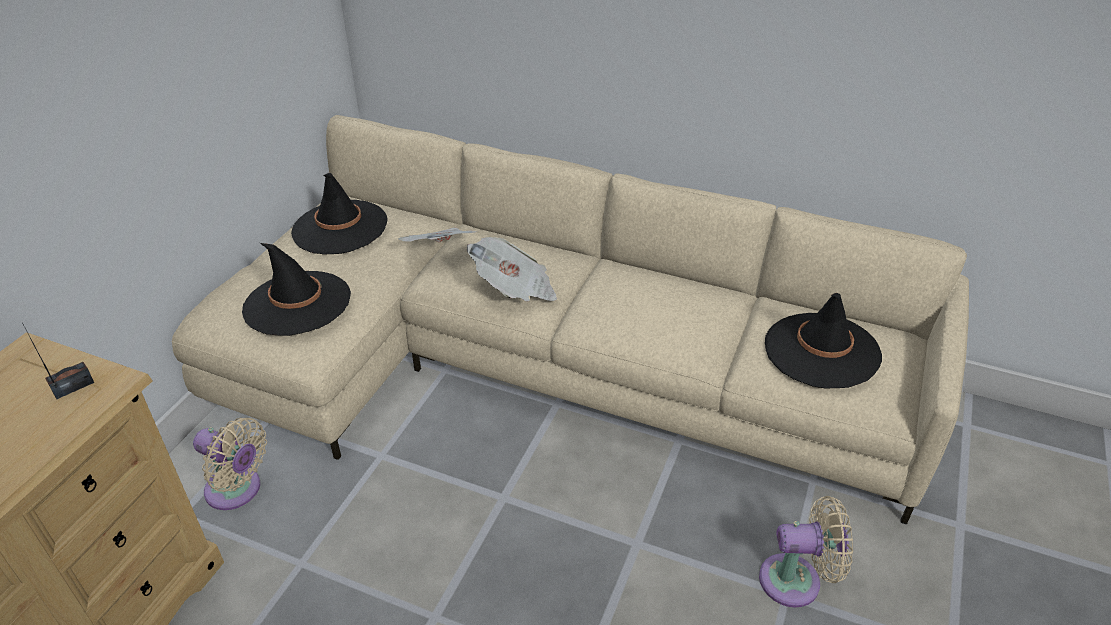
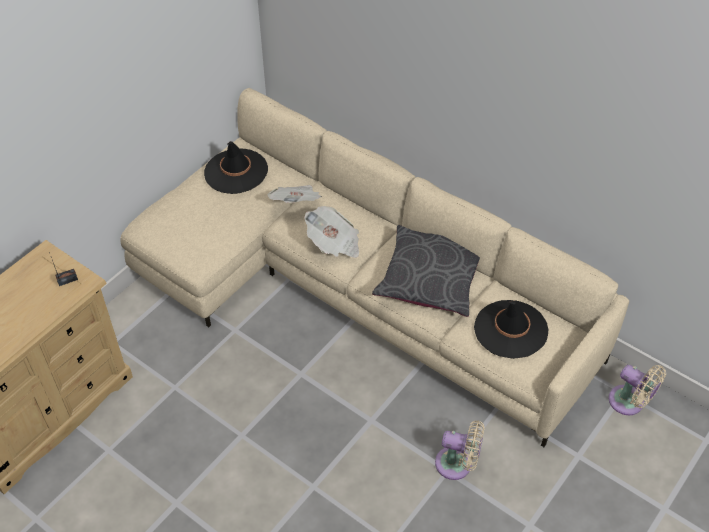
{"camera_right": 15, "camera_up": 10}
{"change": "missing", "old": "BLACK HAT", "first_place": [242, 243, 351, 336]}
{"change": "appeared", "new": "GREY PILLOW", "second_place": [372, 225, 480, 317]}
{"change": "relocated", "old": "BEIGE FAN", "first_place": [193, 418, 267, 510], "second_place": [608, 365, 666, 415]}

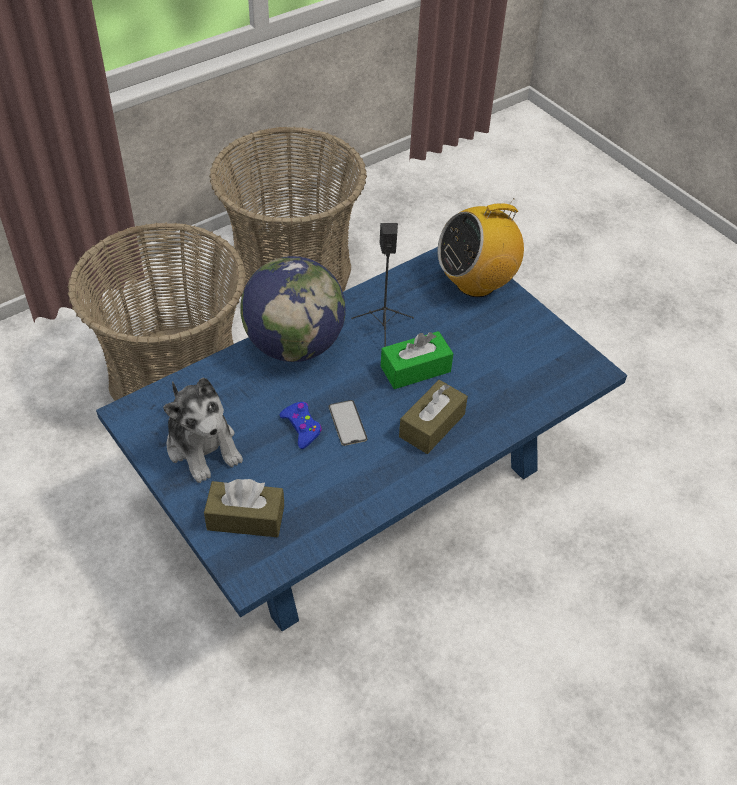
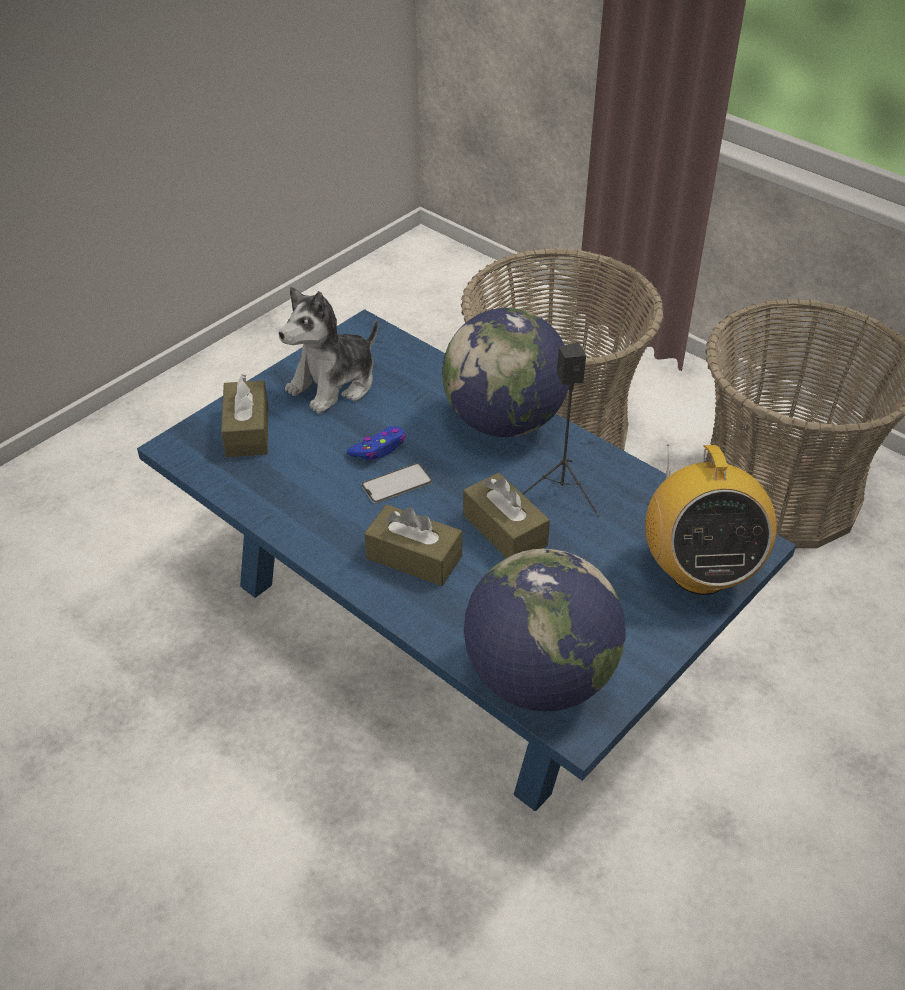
{"camera_right": 80, "camera_up": -5}
{"change": "appeared", "new": "GLOBE", "second_place": [464, 549, 625, 711]}
{"change": "colour", "old": "GREEN TISSUE BOX", "new": "BROWN TISSUE BOX", "first_place": [381, 331, 453, 389], "second_place": [463, 473, 550, 558]}
{"change": "spun", "old": "RADIO", "first_place": [438, 198, 524, 297], "second_place": [645, 445, 777, 595], "degrees": -150}

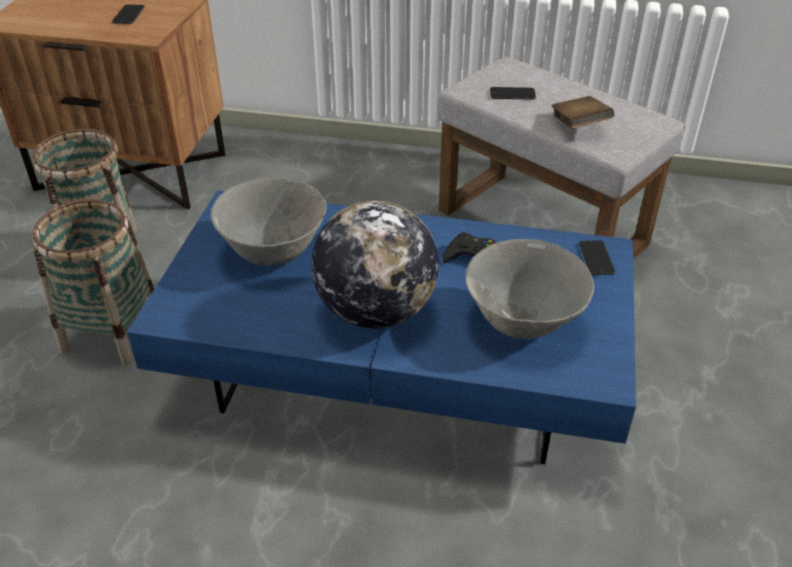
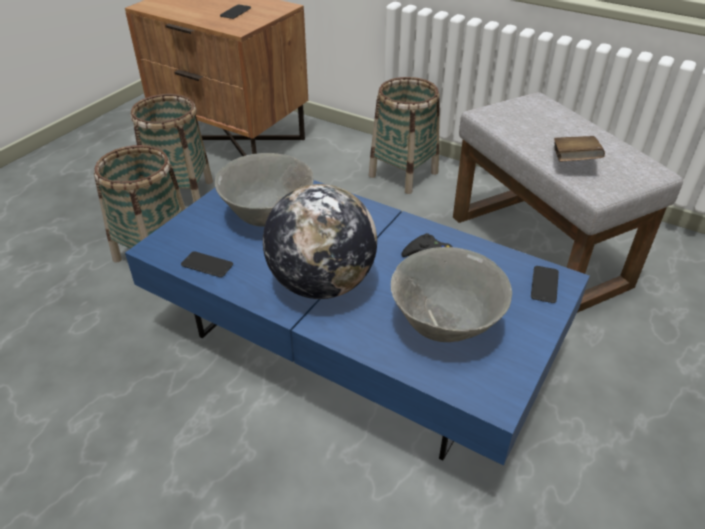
{"camera_right": 20, "camera_up": 0}
{"change": "appeared", "new": "BASKET", "second_place": [369, 77, 440, 194]}
{"change": "relocated", "old": "PHONE", "first_place": [490, 87, 536, 100], "second_place": [181, 251, 233, 277]}

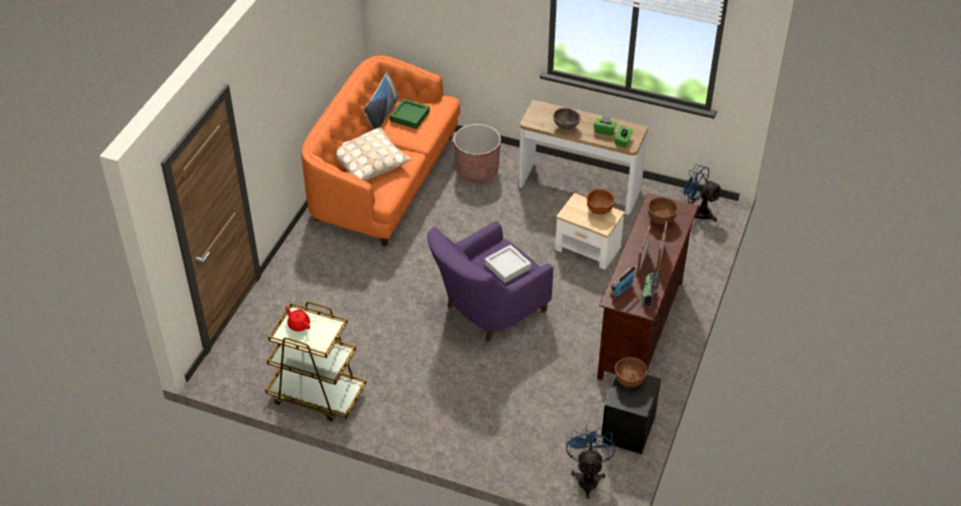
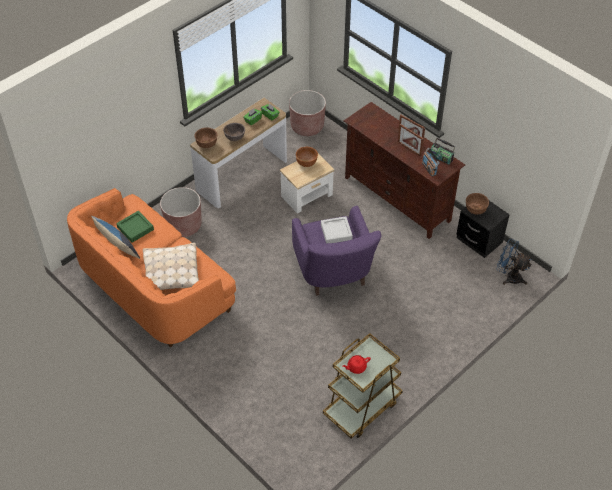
{"camera_right": -65, "camera_up": 5}
{"change": "relocated", "old": "BROWN BOWL", "first_place": [648, 197, 679, 225], "second_place": [194, 128, 217, 148]}
{"change": "exchanged", "old": "BLUE FAN", "new": "BROWN PLANTER", "first_place": [680, 164, 722, 222], "second_place": [289, 90, 326, 136]}

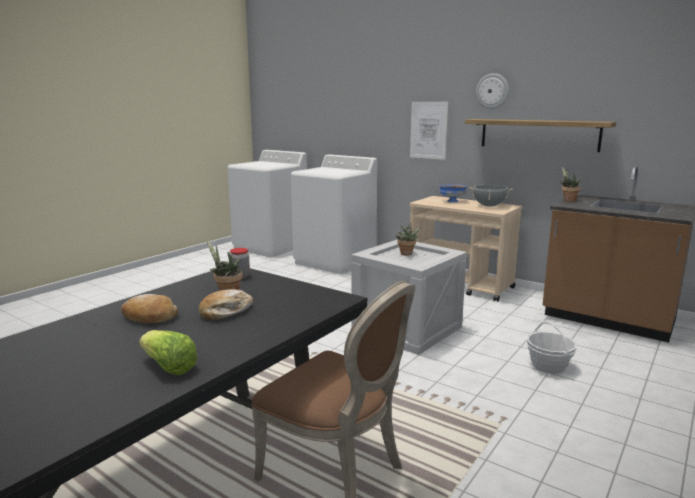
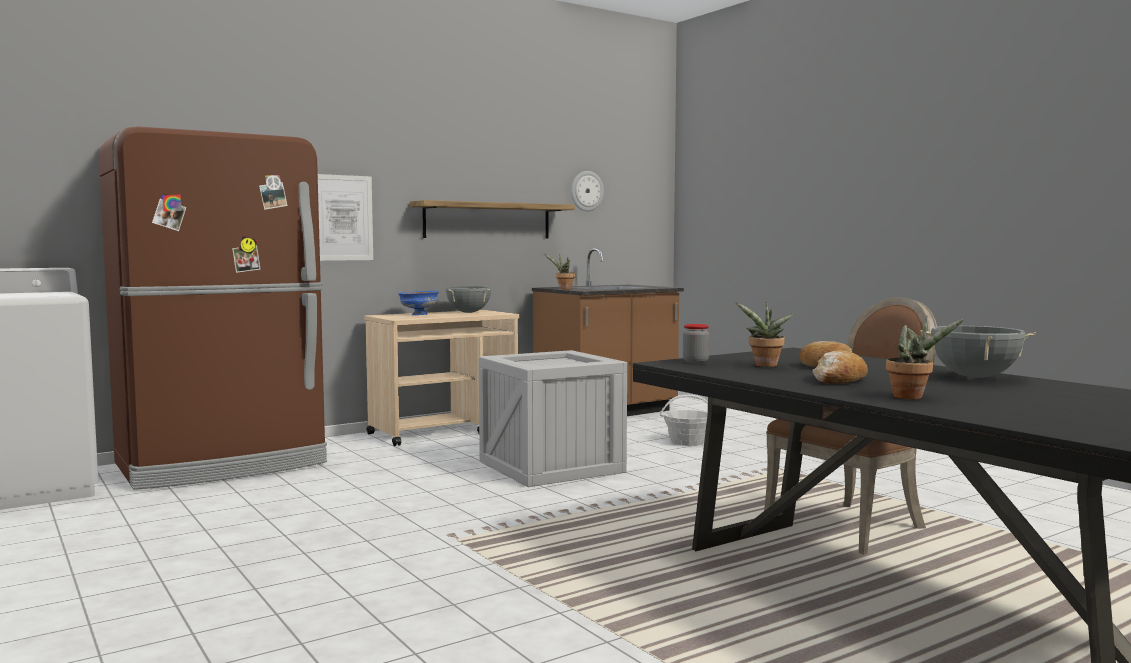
{"camera_right": -70, "camera_up": -10}
{"change": "relocated", "old": "POTTED PLANT", "first_place": [396, 222, 421, 255], "second_place": [886, 316, 964, 399]}
{"change": "relocated", "old": "WALL CLOCK", "first_place": [476, 73, 509, 109], "second_place": [571, 171, 604, 211]}
{"change": "exchanged", "old": "LETTUCE", "new": "GREY COOKING POT", "first_place": [139, 330, 198, 375], "second_place": [921, 326, 1036, 378]}
{"change": "exchanged", "old": "WHITE WASHING MACHINE", "new": "BROWN FRIDGE", "first_place": [291, 154, 377, 274], "second_place": [99, 126, 327, 490]}

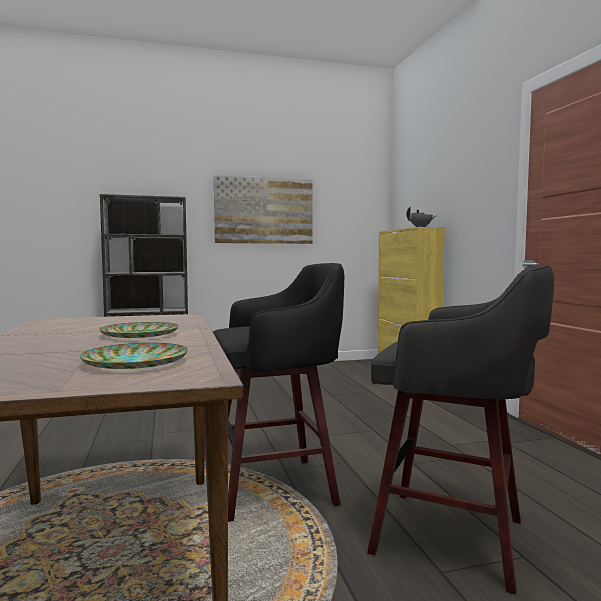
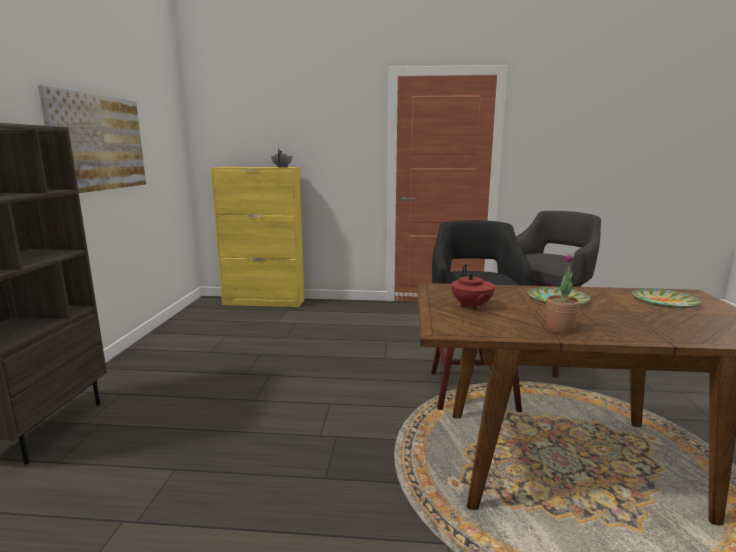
{"camera_right": -70, "camera_up": 10}
{"change": "appeared", "new": "RED TEAPOT", "second_place": [451, 264, 495, 310]}
{"change": "appeared", "new": "POTTED PLANT", "second_place": [546, 253, 580, 333]}

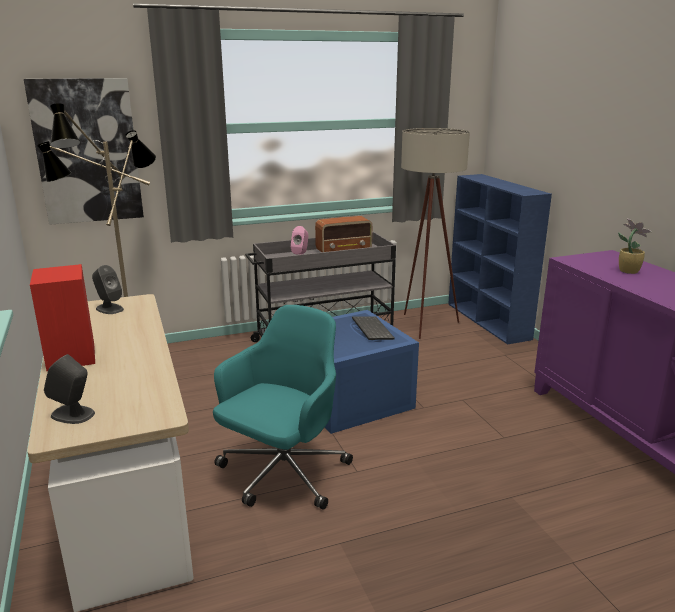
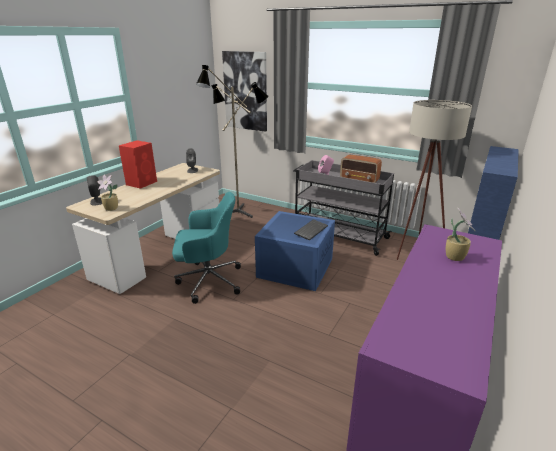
{"camera_right": 50, "camera_up": 5}
{"change": "appeared", "new": "POTTED PLANT", "second_place": [97, 174, 118, 211]}

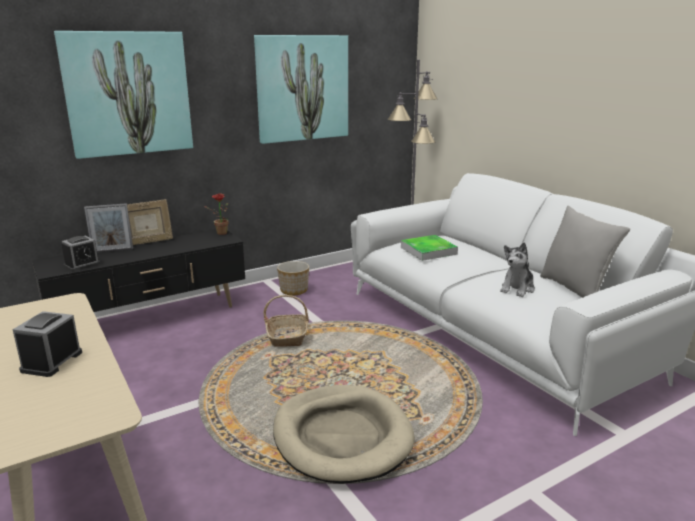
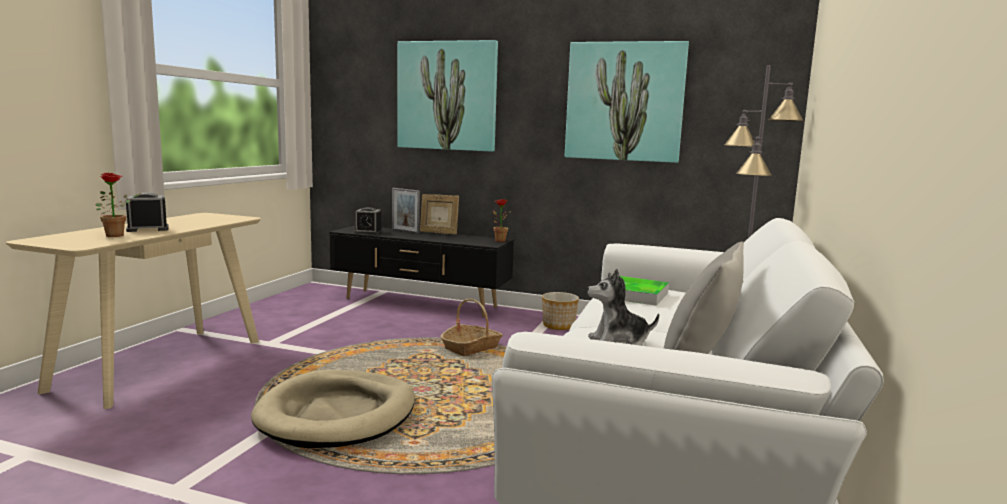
{"camera_right": 50, "camera_up": -10}
{"change": "appeared", "new": "POTTED PLANT", "second_place": [96, 172, 141, 237]}

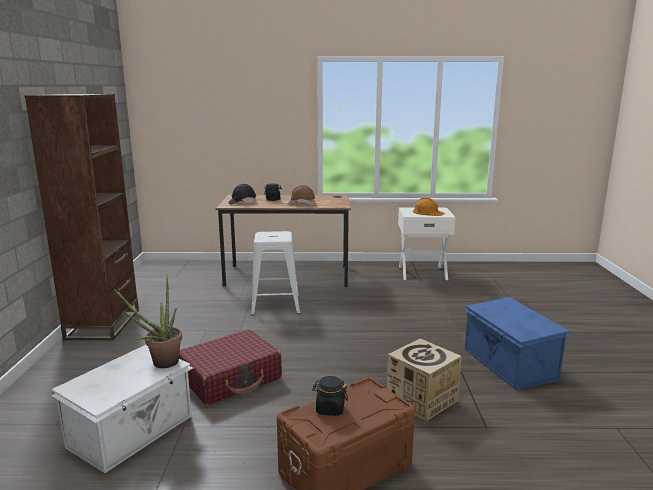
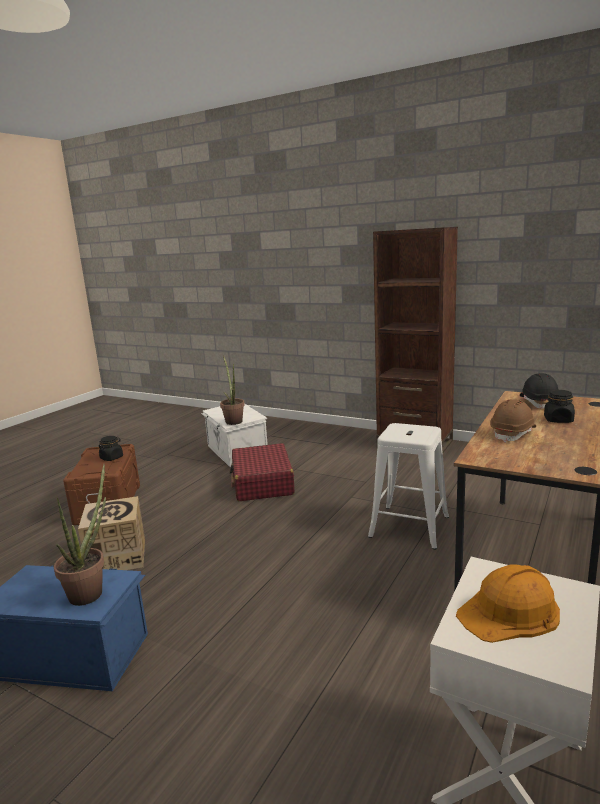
{"camera_right": 120, "camera_up": 0}
{"change": "appeared", "new": "POTTED PLANT", "second_place": [54, 463, 106, 606]}

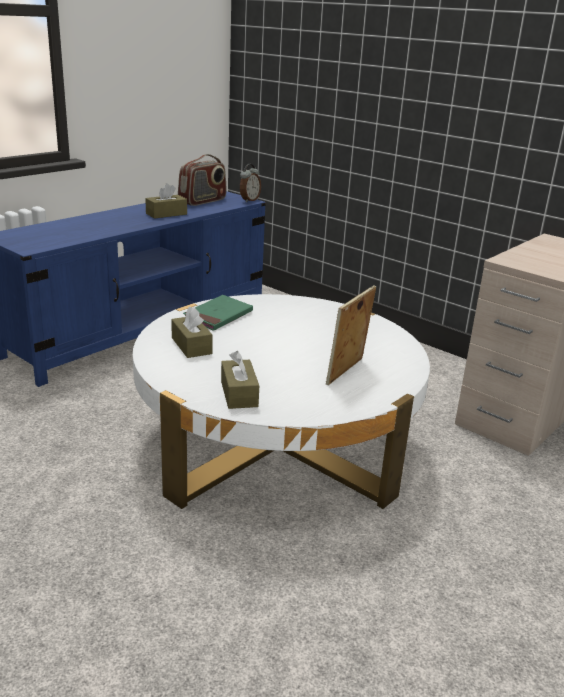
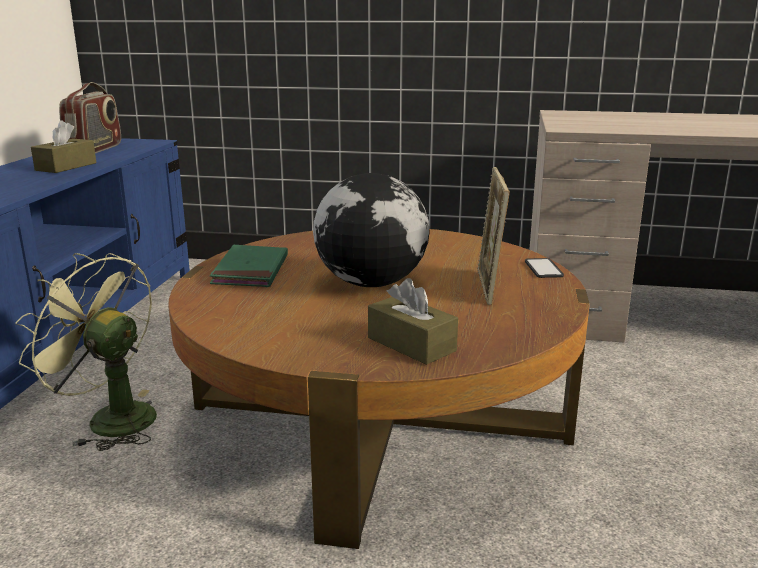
{"camera_right": -30, "camera_up": -5}
{"change": "missing", "old": "BROWN TISSUE BOX", "first_place": [171, 307, 213, 358]}
{"change": "missing", "old": "ALARM CLOCK", "first_place": [240, 164, 261, 203]}
{"change": "appeared", "new": "GREEN FAN", "second_place": [15, 253, 157, 451]}
{"change": "appeared", "new": "GLOBE", "second_place": [313, 173, 430, 287]}
{"change": "appeared", "new": "PHONE", "second_place": [525, 258, 564, 278]}
{"change": "colour", "old": "WHITE COFFEE TABLE", "new": "BROWN COFFEE TABLE", "first_place": [133, 294, 430, 509], "second_place": [168, 229, 590, 549]}

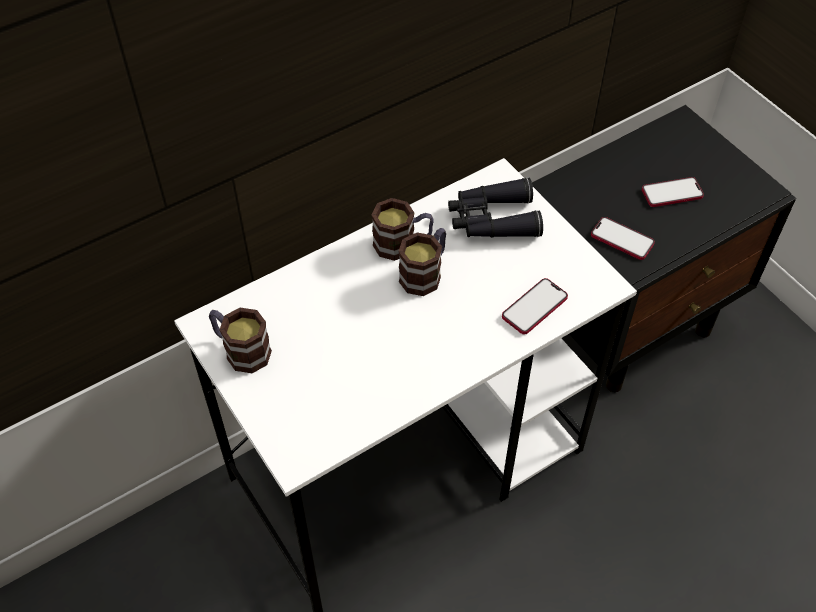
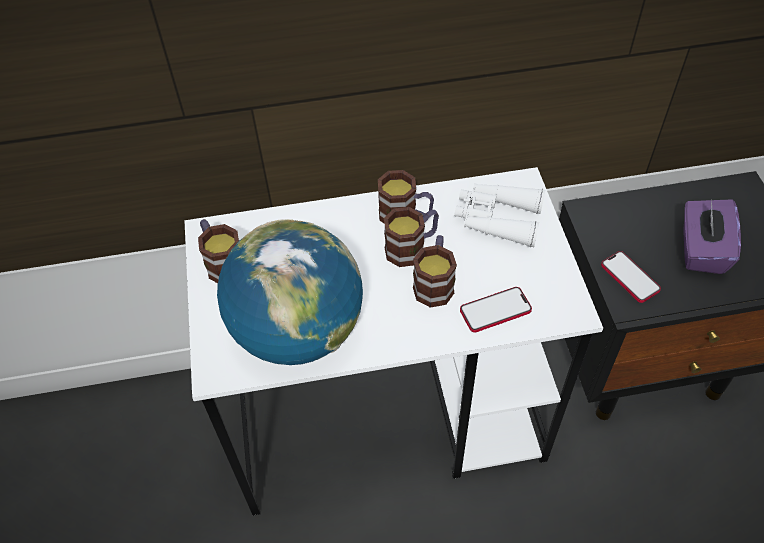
{"camera_right": 25, "camera_up": 0}
{"change": "appeared", "new": "GLOBE", "second_place": [217, 219, 363, 365]}
{"change": "appeared", "new": "MUG", "second_place": [413, 235, 457, 308]}
{"change": "exchanged", "old": "PHONE", "new": "PURPLE TISSUE BOX", "first_place": [642, 177, 704, 207], "second_place": [683, 199, 741, 274]}
{"change": "colour", "old": "BLACK BINOCULARS", "new": "WHITE BINOCULARS", "first_place": [448, 177, 543, 238], "second_place": [454, 183, 545, 247]}

